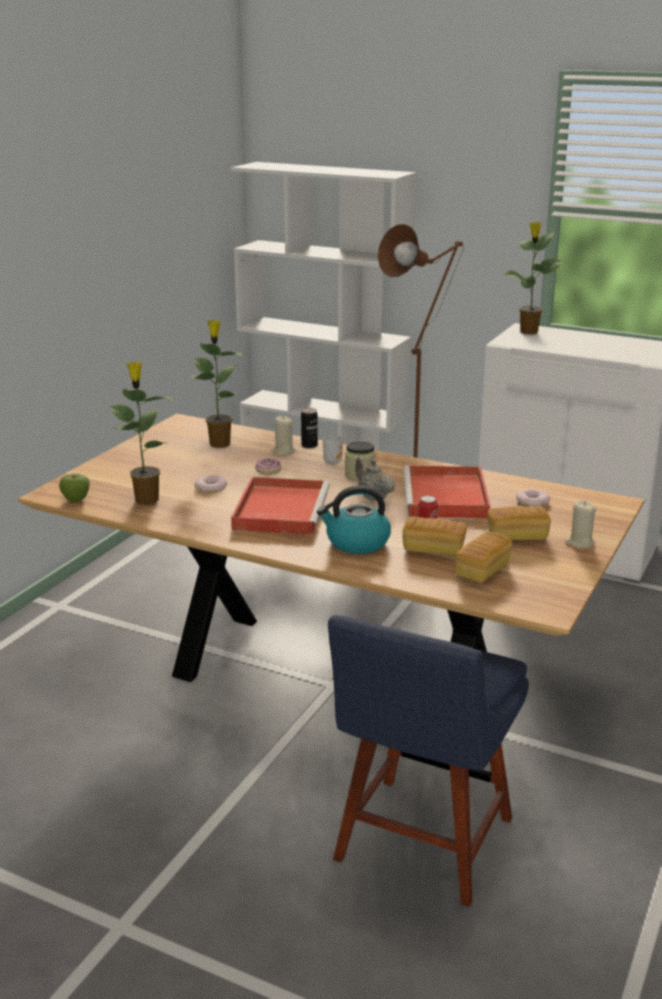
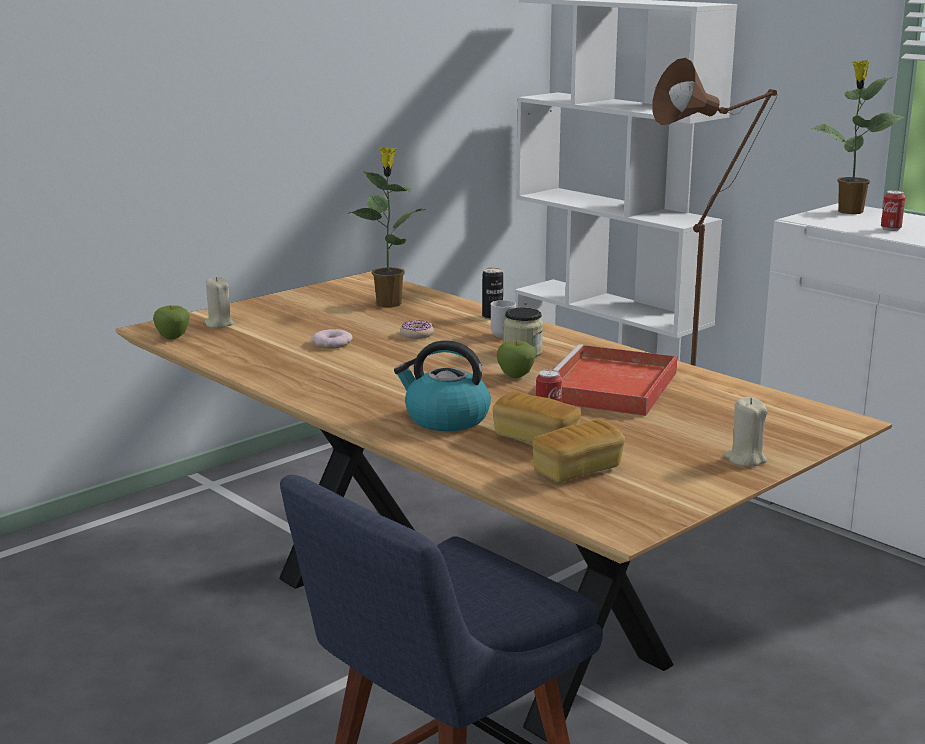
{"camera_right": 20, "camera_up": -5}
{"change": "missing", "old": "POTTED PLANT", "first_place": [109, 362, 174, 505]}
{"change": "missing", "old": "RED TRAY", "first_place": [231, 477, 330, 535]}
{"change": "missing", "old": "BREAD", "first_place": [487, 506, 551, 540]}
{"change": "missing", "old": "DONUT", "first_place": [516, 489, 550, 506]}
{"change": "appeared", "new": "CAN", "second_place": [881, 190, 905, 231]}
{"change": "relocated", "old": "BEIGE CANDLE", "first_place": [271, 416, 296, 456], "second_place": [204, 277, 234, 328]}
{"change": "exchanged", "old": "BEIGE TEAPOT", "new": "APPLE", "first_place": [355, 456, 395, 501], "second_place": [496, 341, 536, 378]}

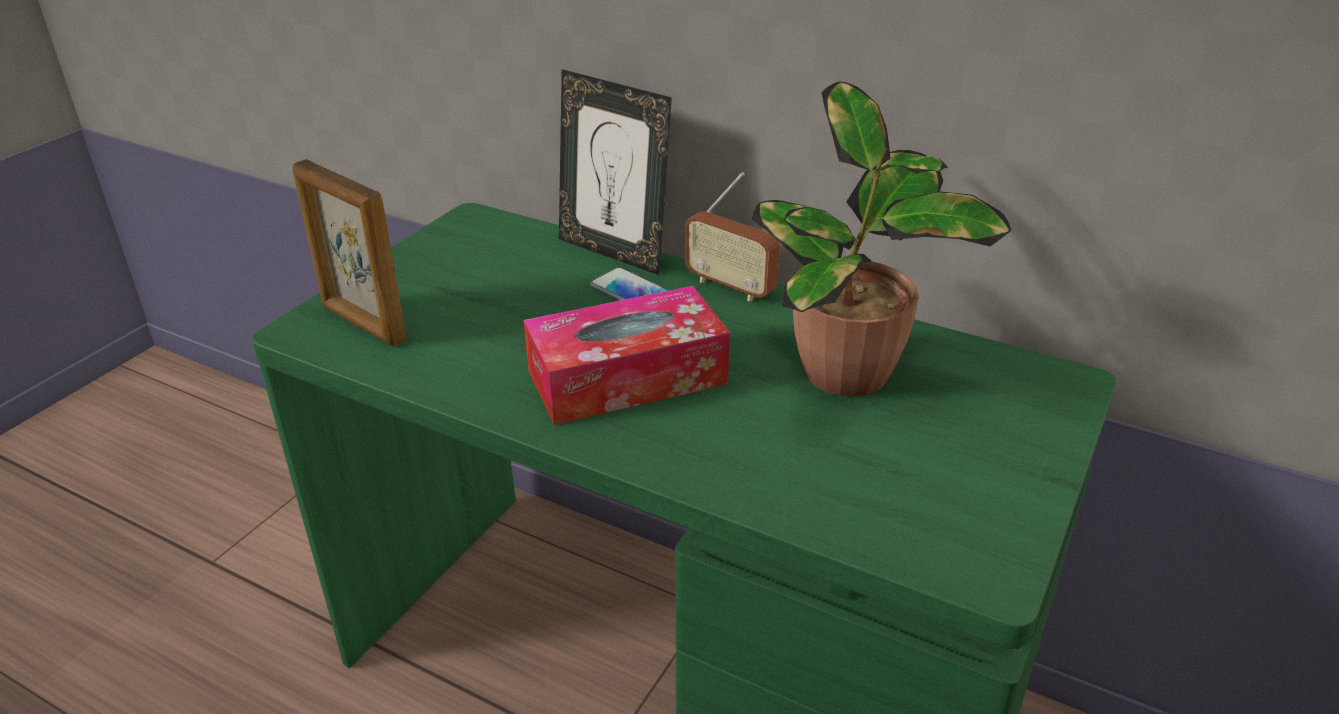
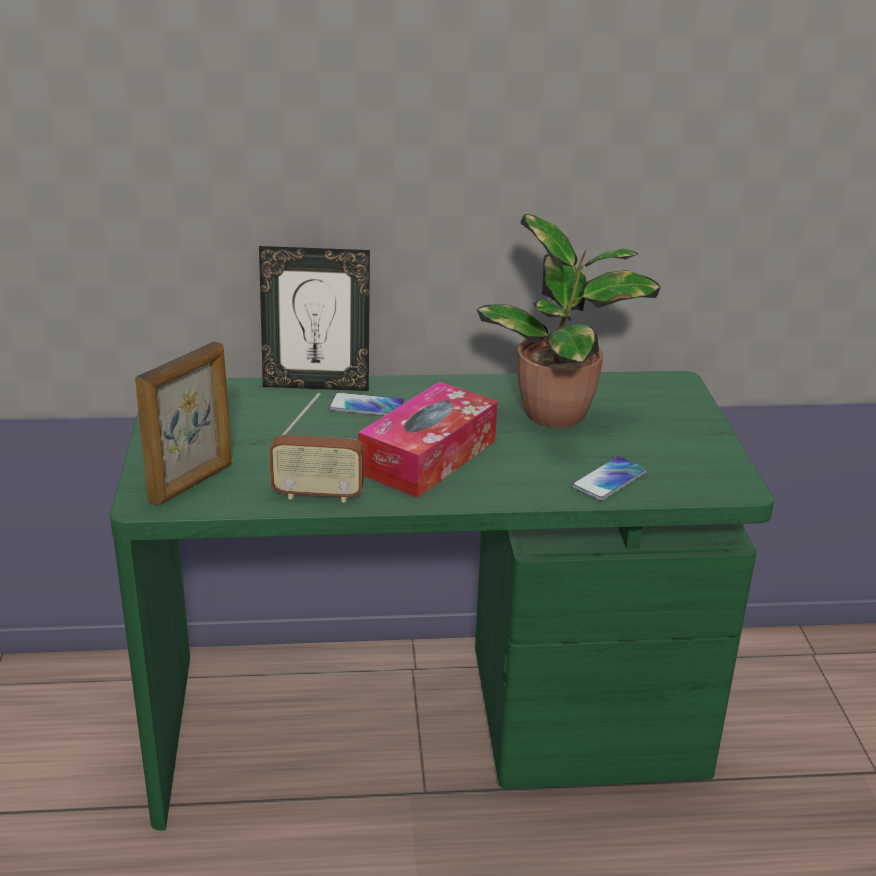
{"camera_right": -35, "camera_up": -5}
{"change": "appeared", "new": "PHONE", "second_place": [572, 456, 647, 501]}
{"change": "relocated", "old": "RADIO", "first_place": [685, 172, 780, 302], "second_place": [269, 393, 364, 503]}
{"change": "spun", "old": "PICTURE FRAME", "first_place": [292, 159, 407, 347], "second_place": [135, 341, 232, 506], "degrees": -60}

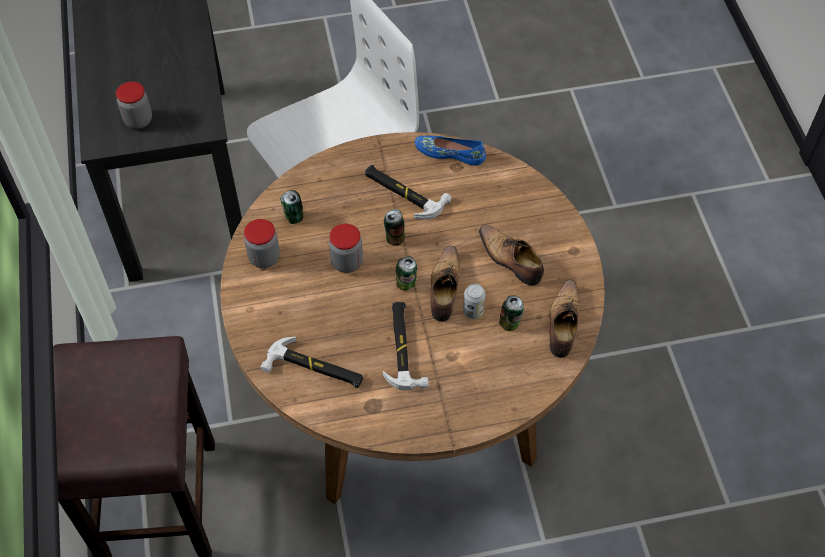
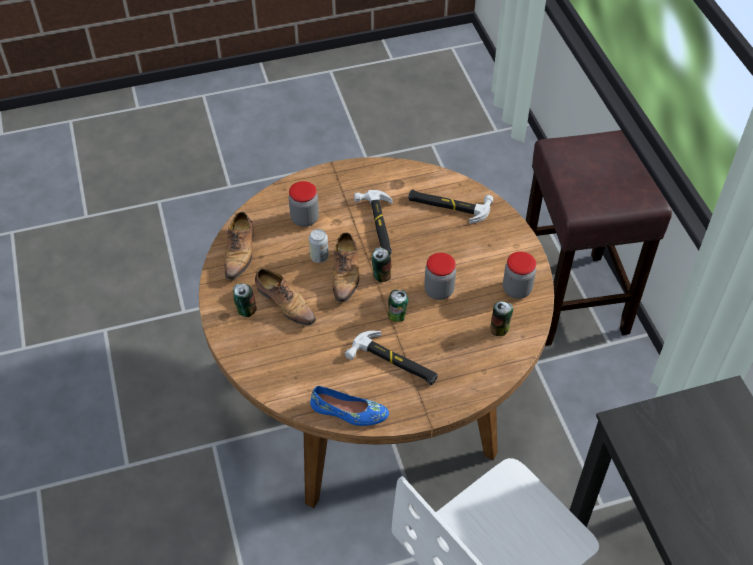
{"camera_right": 175, "camera_up": -5}
{"change": "relocated", "old": "JAR", "first_place": [116, 82, 152, 129], "second_place": [289, 181, 319, 227]}
{"change": "relocated", "old": "CAN", "first_place": [499, 295, 524, 331], "second_place": [233, 283, 257, 317]}

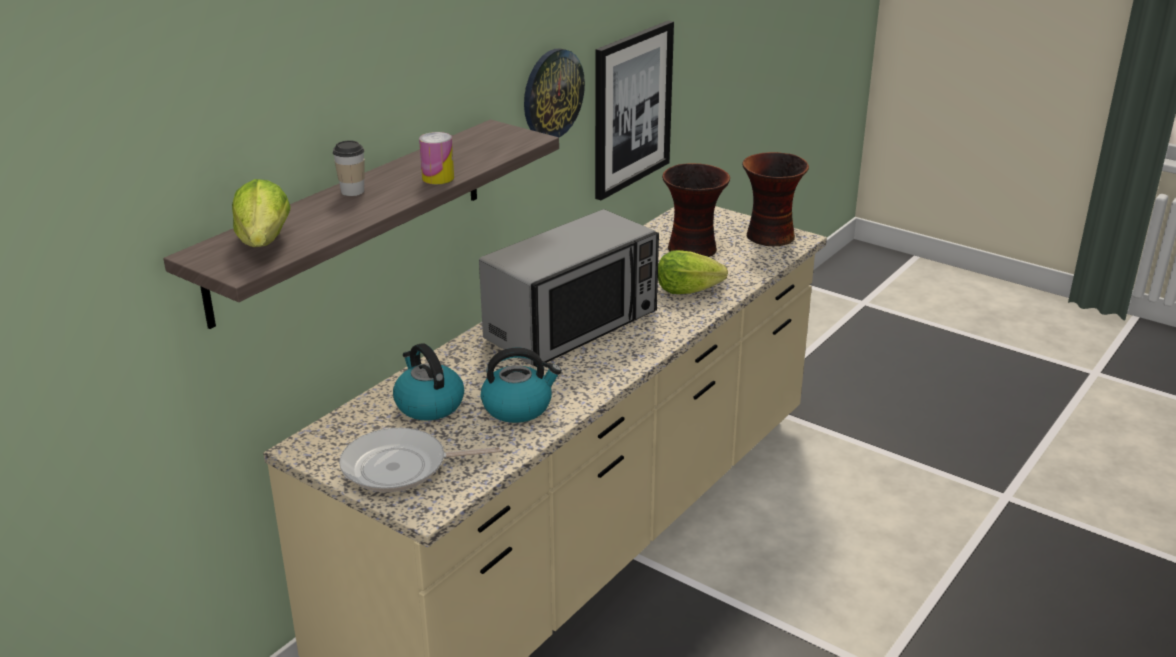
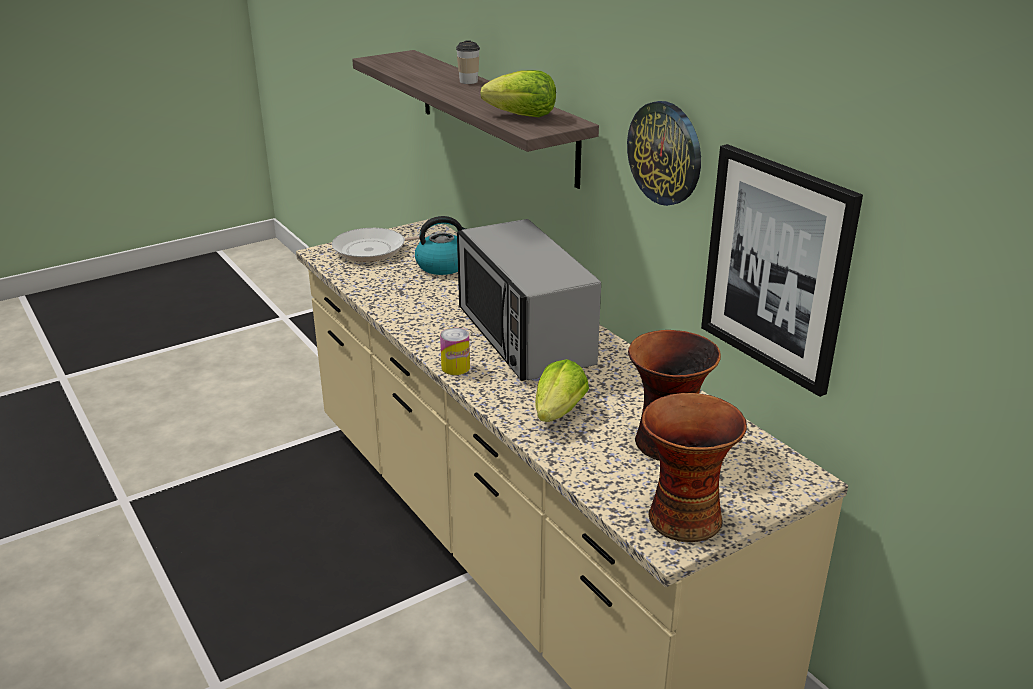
{"camera_right": 110, "camera_up": 0}
{"change": "missing", "old": "KETTLE", "first_place": [481, 348, 562, 423]}
{"change": "relocated", "old": "LETTUCE", "first_place": [232, 179, 291, 247], "second_place": [480, 70, 556, 117]}
{"change": "relocated", "old": "CAN", "first_place": [419, 132, 454, 184], "second_place": [440, 328, 470, 375]}
{"change": "spun", "old": "FRYING PAN", "first_place": [339, 428, 502, 492], "second_place": [332, 228, 432, 262], "degrees": -120}

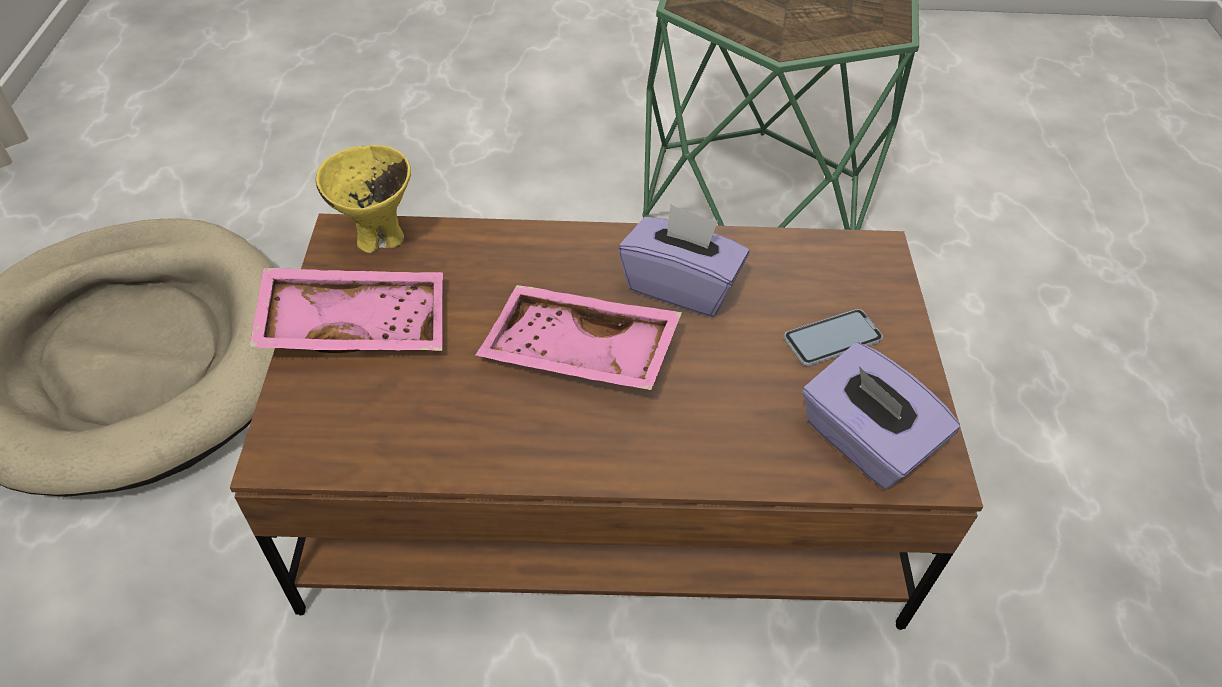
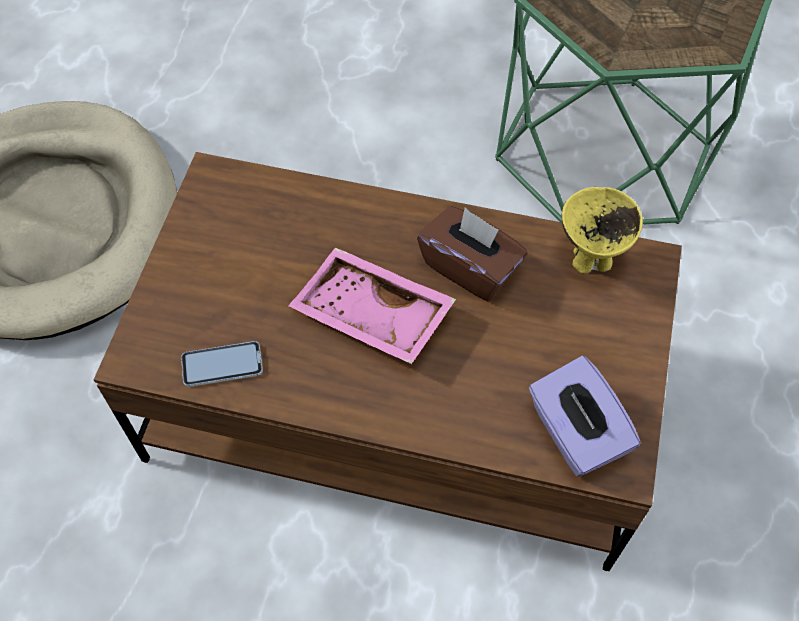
{"camera_right": 15, "camera_up": 10}
{"change": "missing", "old": "PINK TRAY", "first_place": [250, 268, 443, 353]}
{"change": "relocated", "old": "YELLOW BOWL", "first_place": [316, 145, 411, 253], "second_place": [562, 187, 643, 274]}
{"change": "relocated", "old": "PHONE", "first_place": [784, 309, 883, 366], "second_place": [181, 341, 263, 387]}
{"change": "colour", "old": "PURPLE TISSUE BOX", "new": "BROWN TISSUE BOX", "first_place": [619, 204, 749, 317], "second_place": [417, 206, 527, 301]}

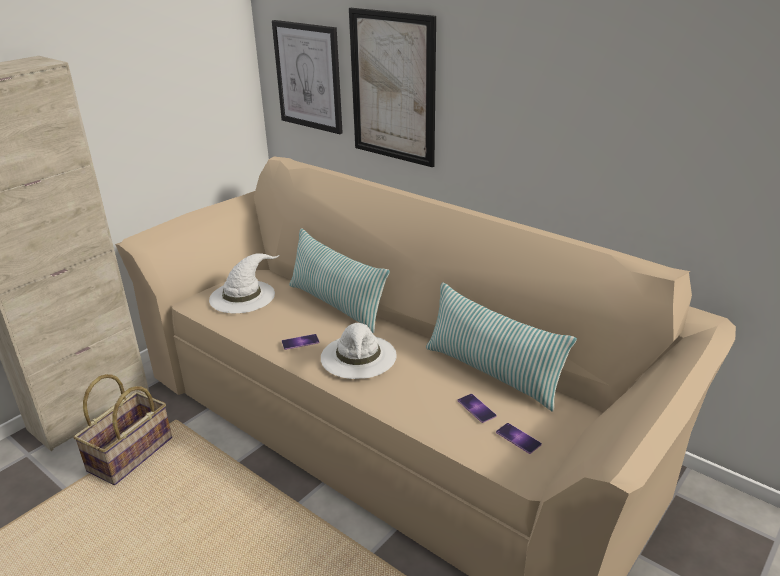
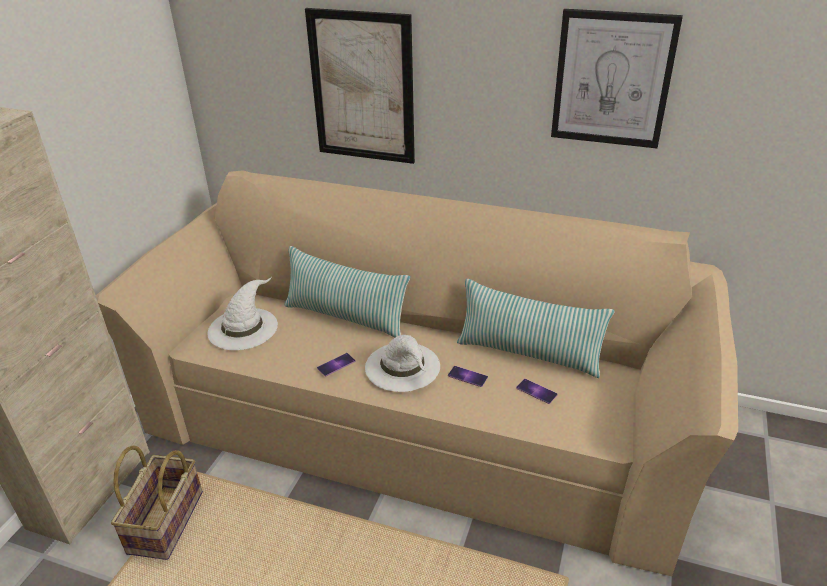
{"camera_right": -20, "camera_up": 5}
{"change": "relocated", "old": "PICTURE", "first_place": [272, 20, 343, 134], "second_place": [551, 9, 683, 148]}
{"change": "relocated", "old": "PHONE", "first_place": [496, 423, 542, 454], "second_place": [448, 366, 488, 387]}

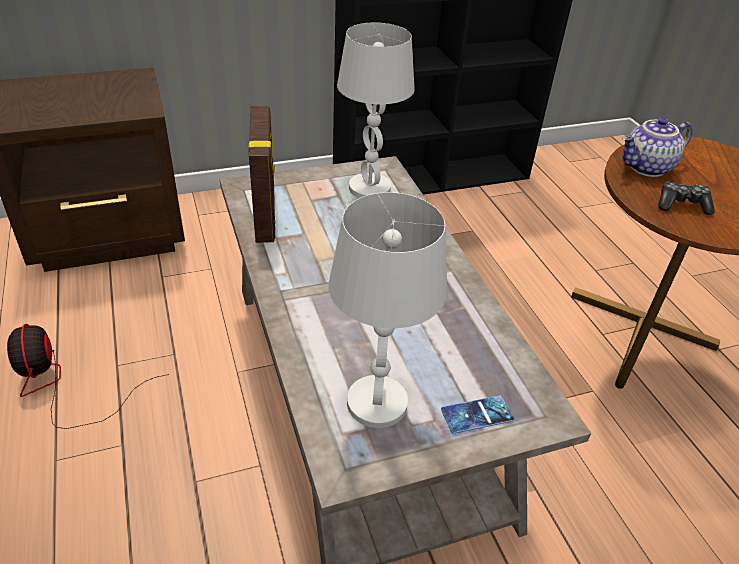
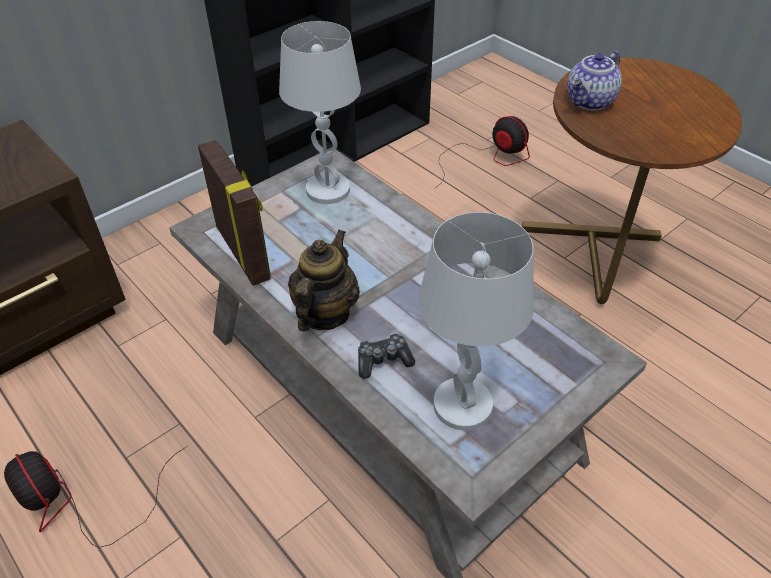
{"camera_right": -20, "camera_up": 5}
{"change": "missing", "old": "PHONE", "first_place": [441, 395, 514, 434]}
{"change": "appeared", "new": "TEAPOT", "second_place": [288, 230, 360, 332]}
{"change": "appeared", "new": "FAN", "second_place": [434, 116, 530, 189]}
{"change": "relocated", "old": "GAME CONTROLLER", "first_place": [658, 182, 715, 215], "second_place": [358, 333, 415, 379]}

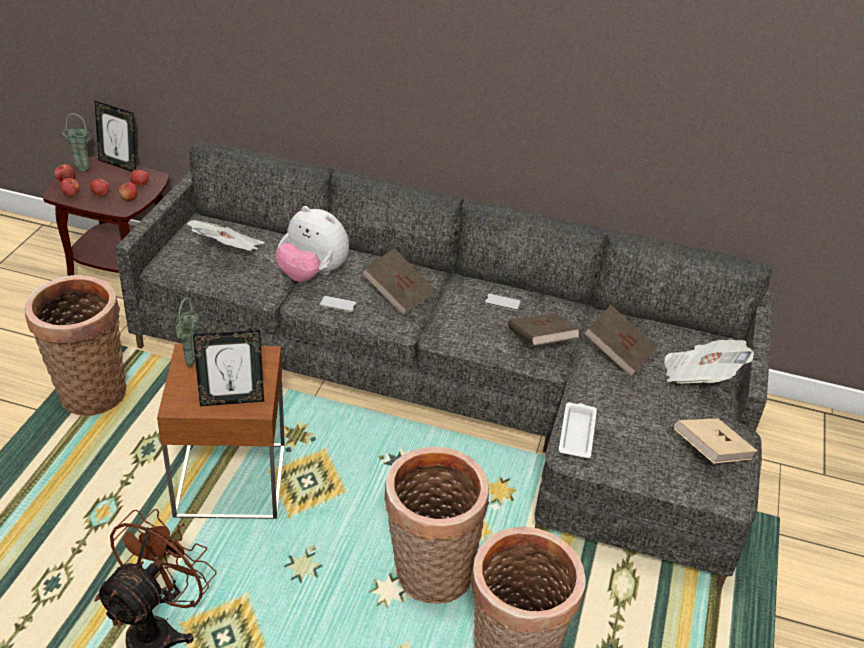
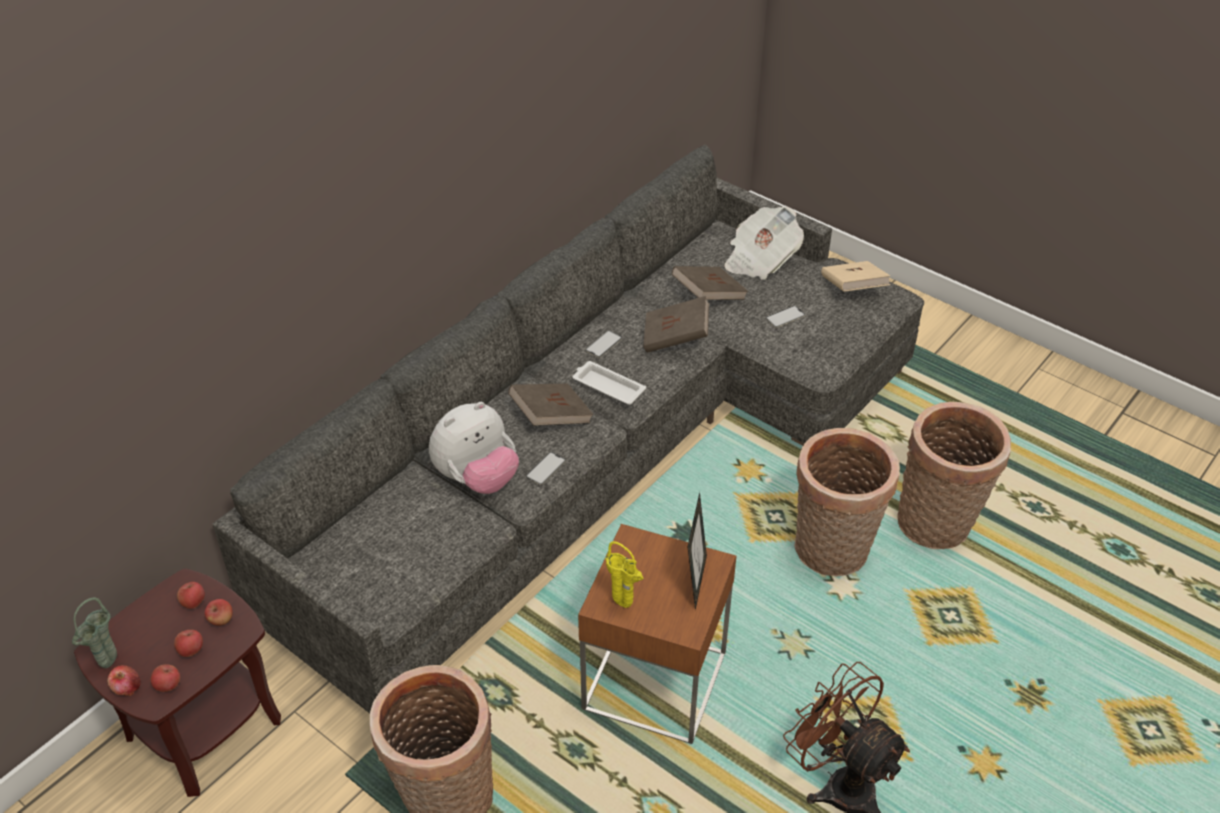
{"camera_right": -65, "camera_up": 5}
{"change": "missing", "old": "PICTURE FRAME", "first_place": [95, 101, 136, 172]}
{"change": "missing", "old": "NEWSPAPER", "first_place": [187, 220, 265, 251]}
{"change": "appeared", "new": "PHONE", "second_place": [766, 305, 805, 328]}
{"change": "relocated", "old": "WHITE TRAY", "first_place": [558, 402, 597, 458], "second_place": [573, 361, 646, 405]}
{"change": "colour", "old": "GREEN VASE", "new": "YELLOW VASE", "first_place": [176, 297, 199, 367], "second_place": [605, 541, 643, 608]}

